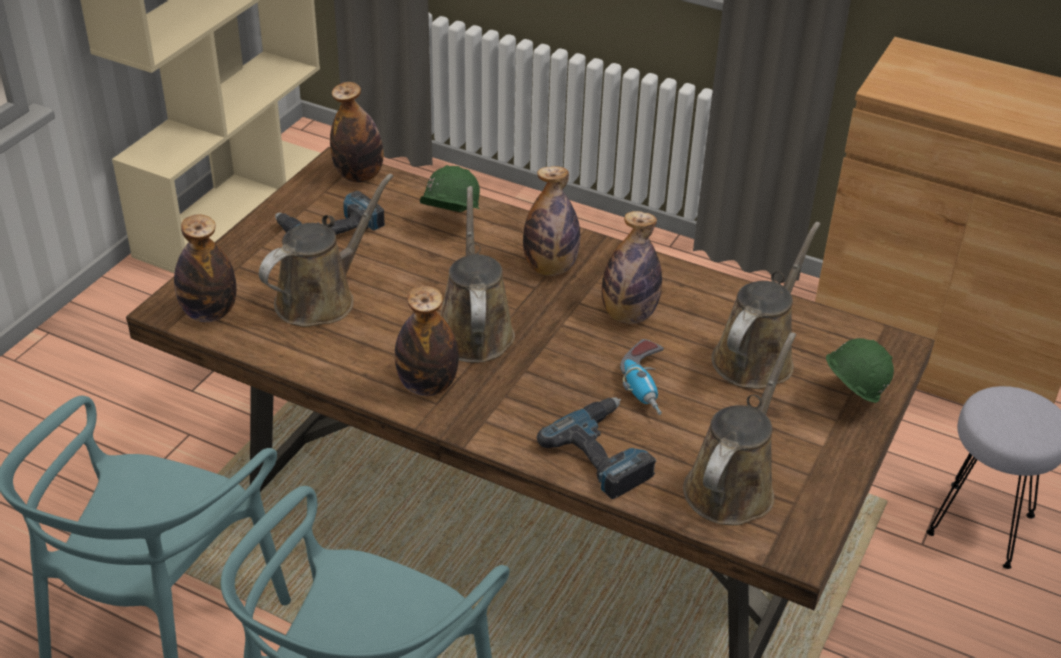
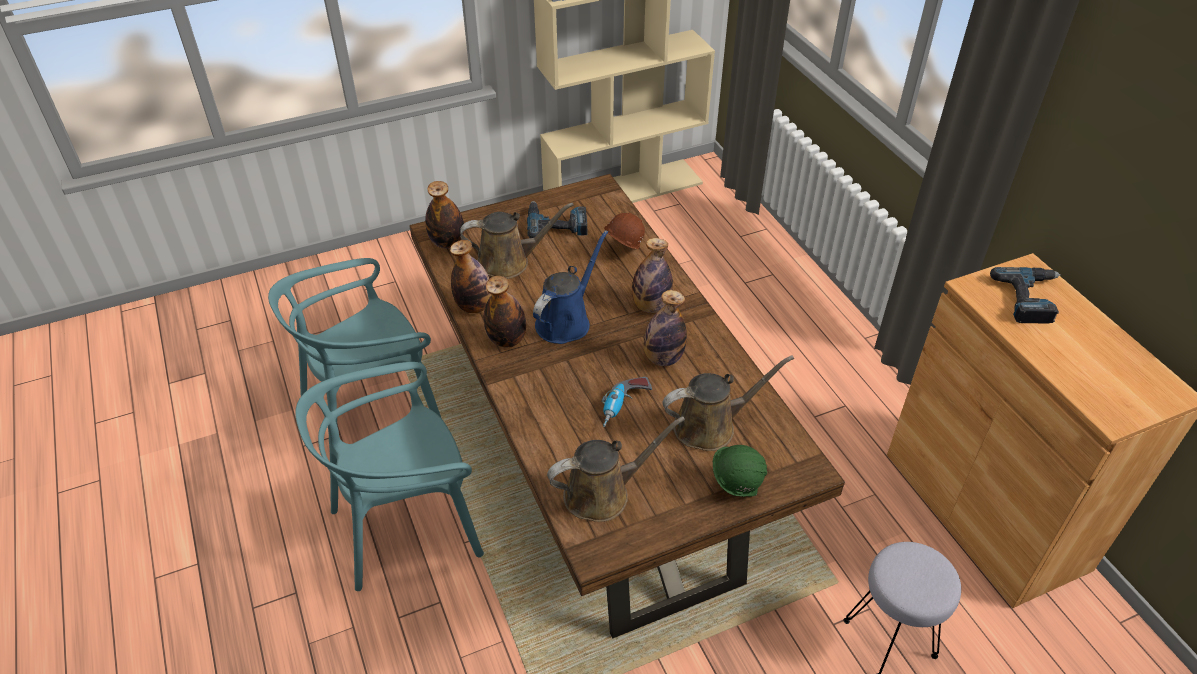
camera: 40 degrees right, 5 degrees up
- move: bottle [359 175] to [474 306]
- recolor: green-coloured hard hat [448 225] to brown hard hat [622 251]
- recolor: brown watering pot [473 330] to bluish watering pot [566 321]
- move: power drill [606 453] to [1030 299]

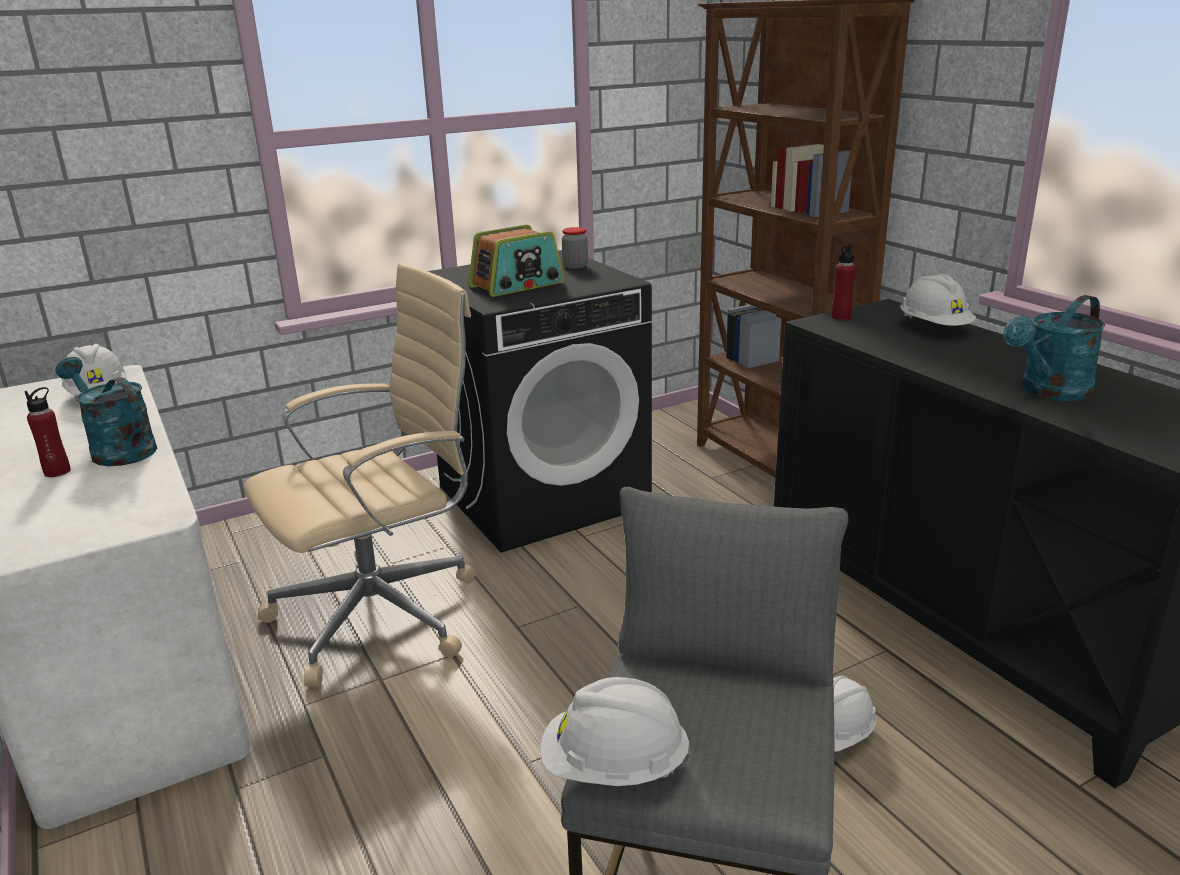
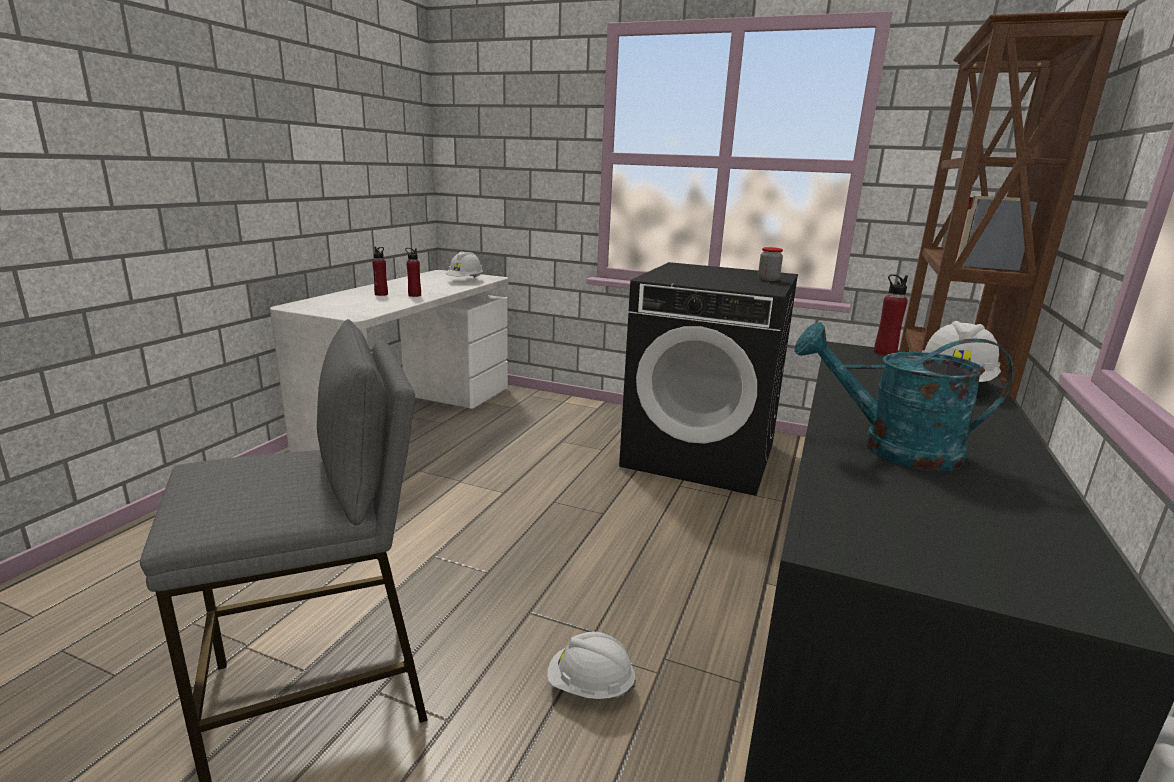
camera: 50 degrees right, 5 degrees down
- delete: radio [517 285]
- delete: beige desk chair [383 614]
- replace: turquoise watering pot [117 449] to reddish bottle [414 295]
- delete: white-coloured hard hat [614 767]

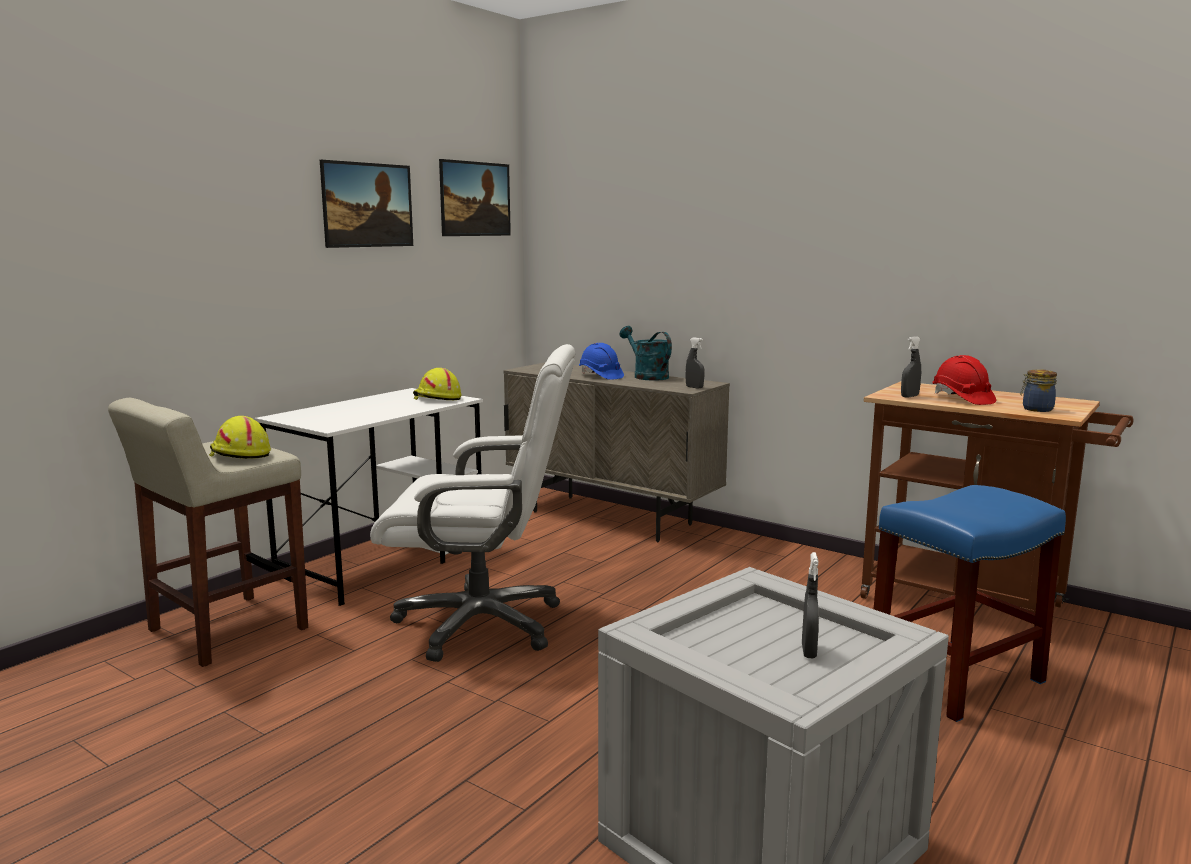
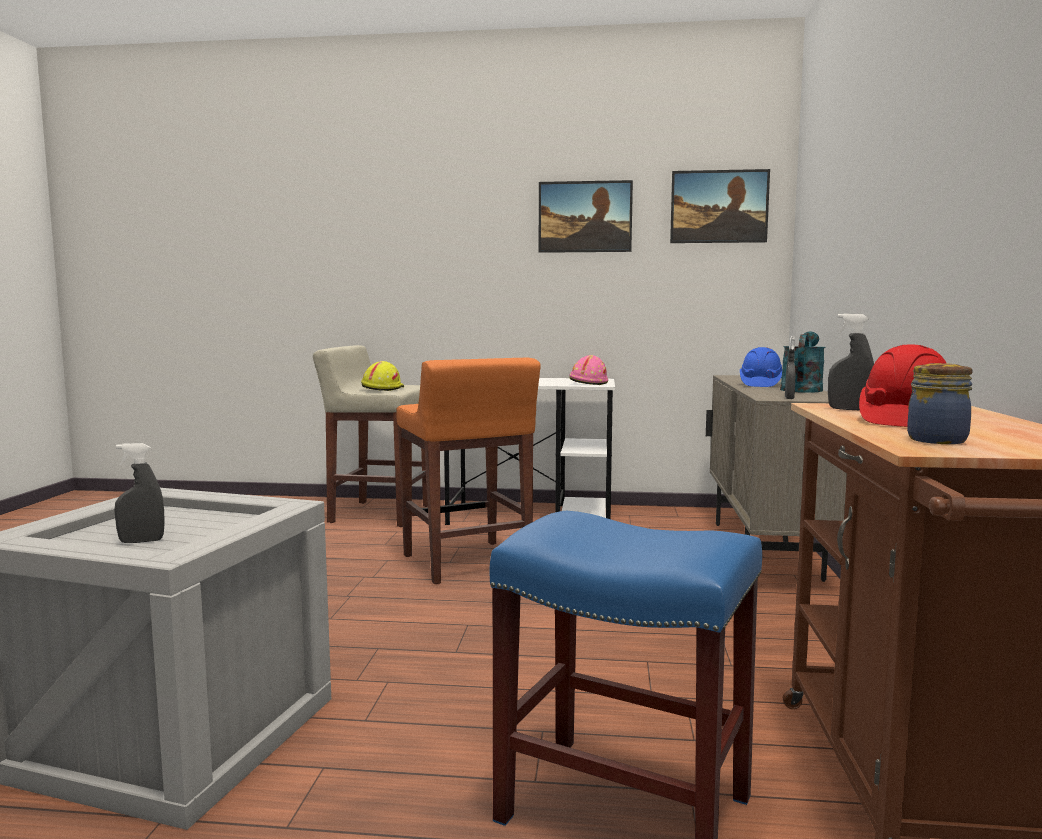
camera: 60 degrees right, 5 degrees down
- replace: white-coloured desk chair [482 624] to orange sitting stool [467 563]
- recolor: yellowish hard hat [436 398] to pink hard hat [588 383]

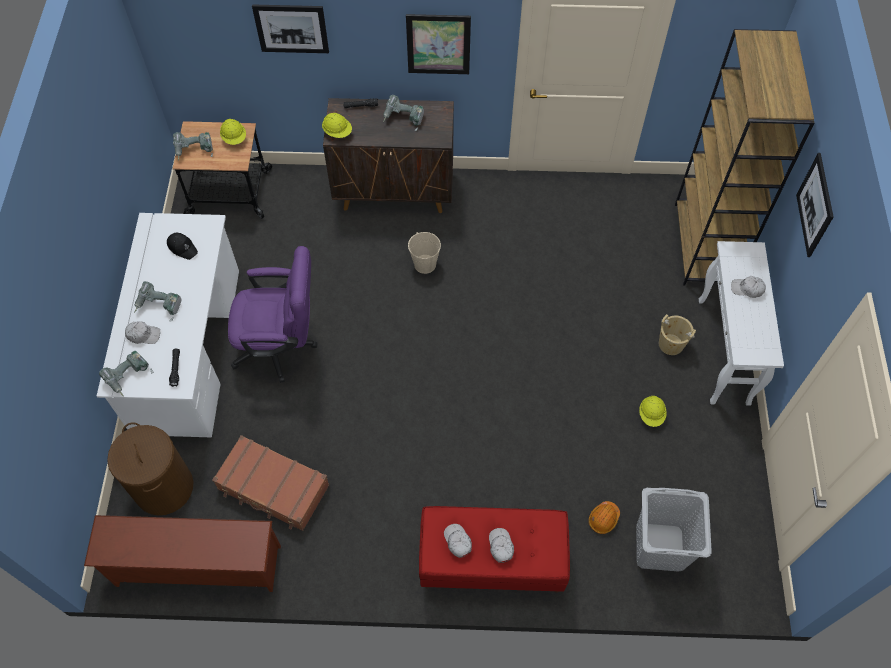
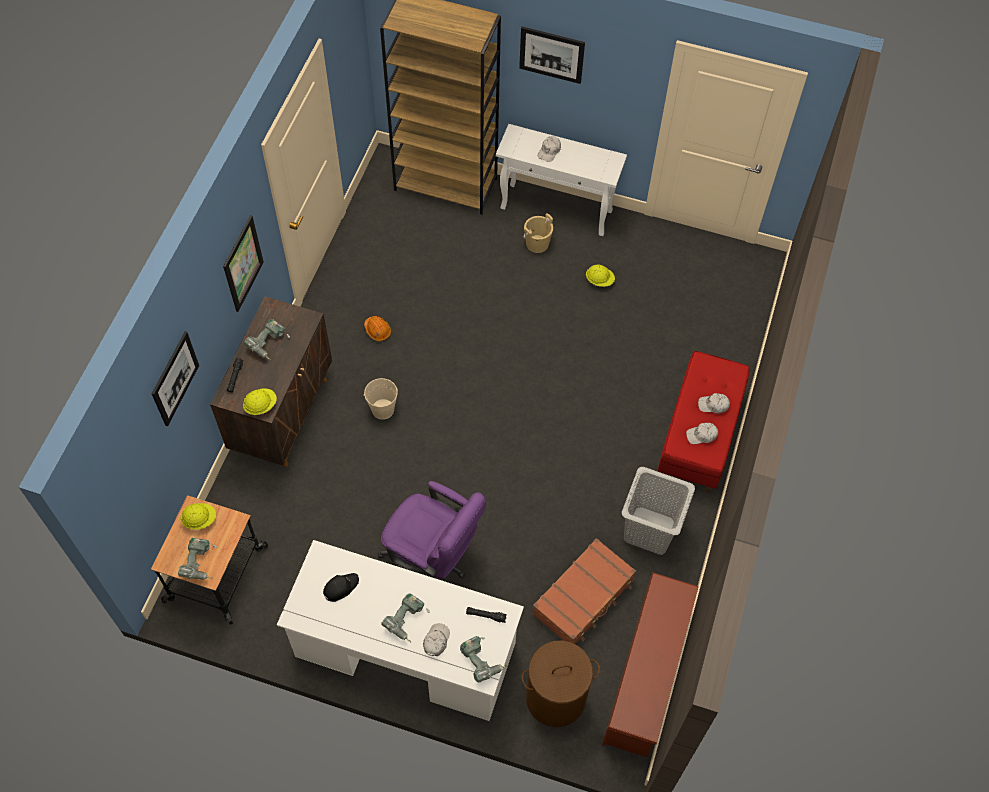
camera: 75 degrees left, 0 degrees up
- rotate: purple-coloured desk chair [281 346] = [432 559] 105 degrees clockwise
- move: greyish laundry basket [659 547] to [649 531]
- move: orange hard hat [603 519] to [377 330]

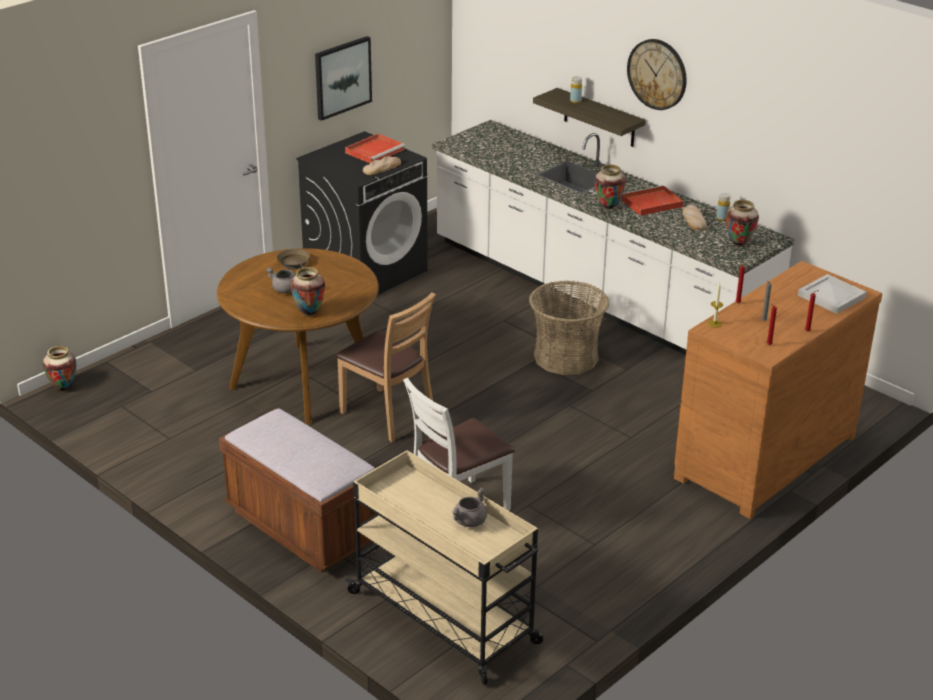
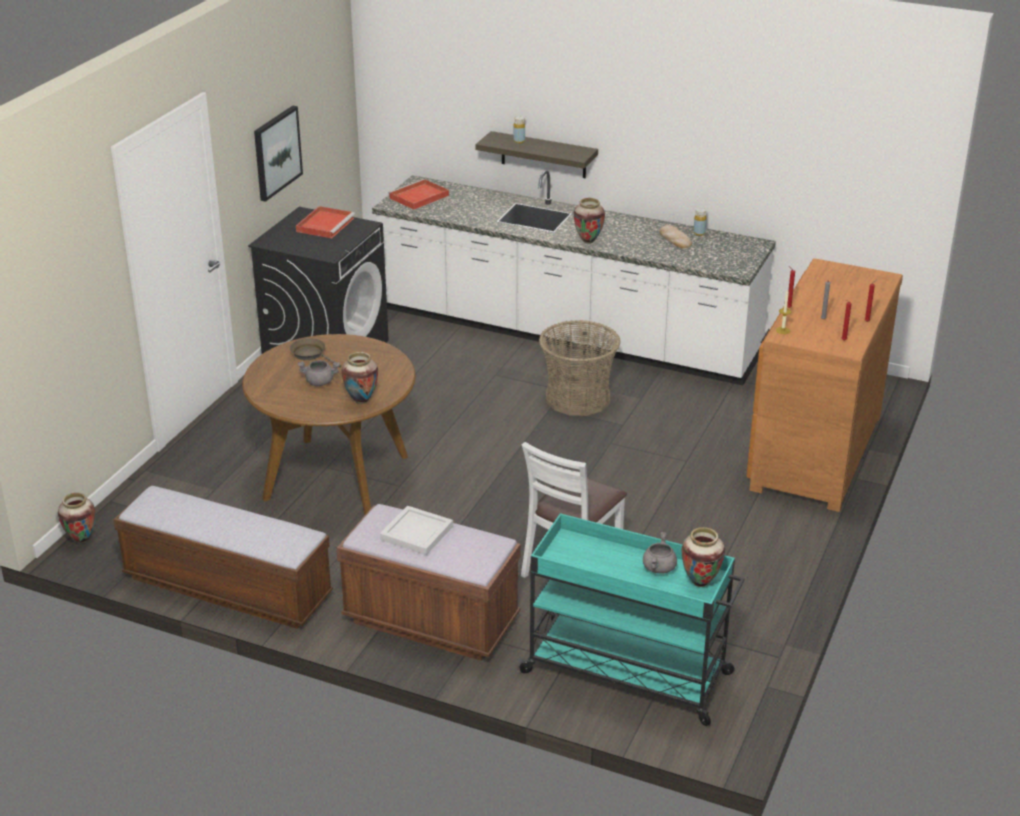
camera: 20 degrees left, 0 degrees up
- delete: wall clock [657 74]
- delete: baked bread [382 168]
- move: reddish serving tray [650 203] to [418 197]
- move: decorative vase [738 244] to [700 582]
- move: white-coloured serving tray [830 296] to [415 533]
- delete: brown upright chair [387 415]
- recolor: beige wheeled cart [445 618] to turquoise wheeled cart [629 673]
- insert: bench [227 587]

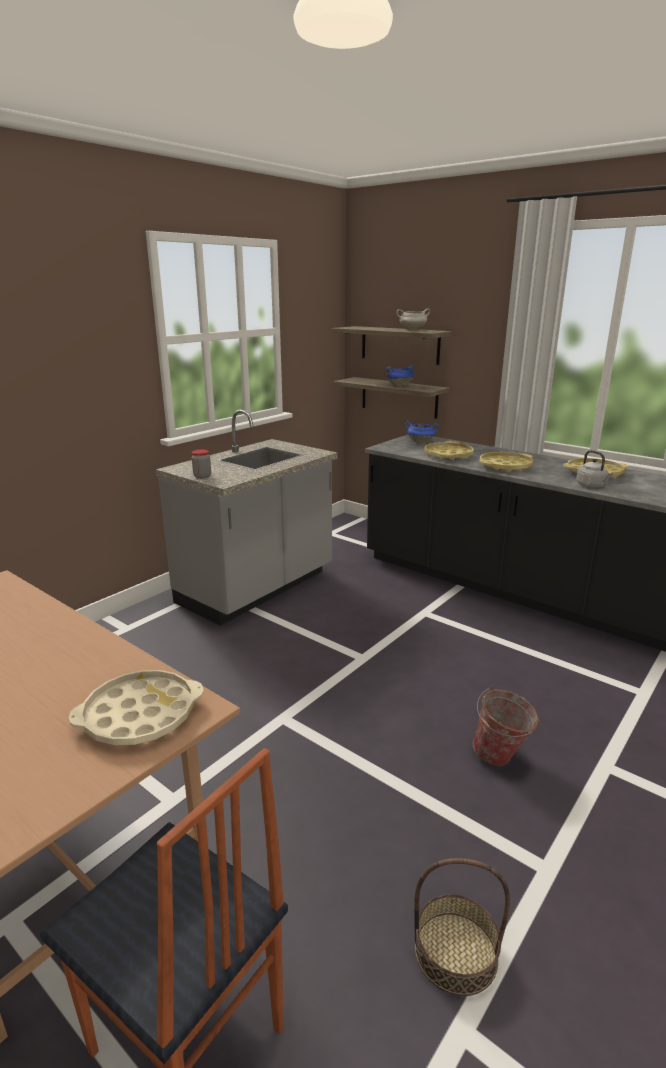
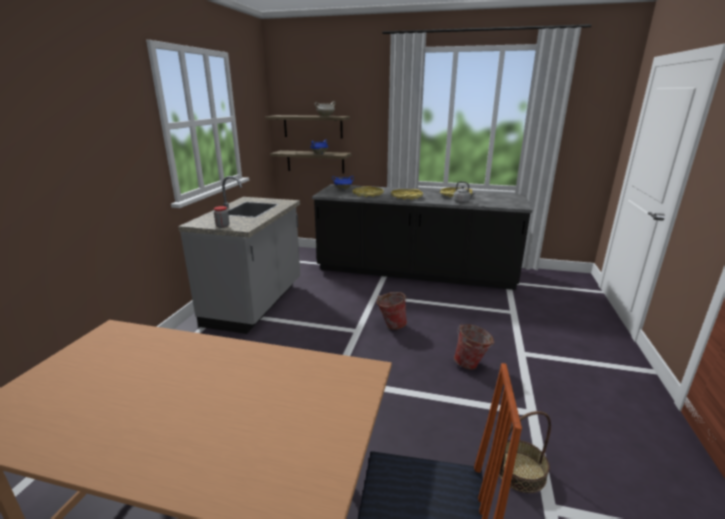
camera: 25 degrees left, 0 degrees up
- delete: beige serving tray [140 715]
- insert: pail [391 325]

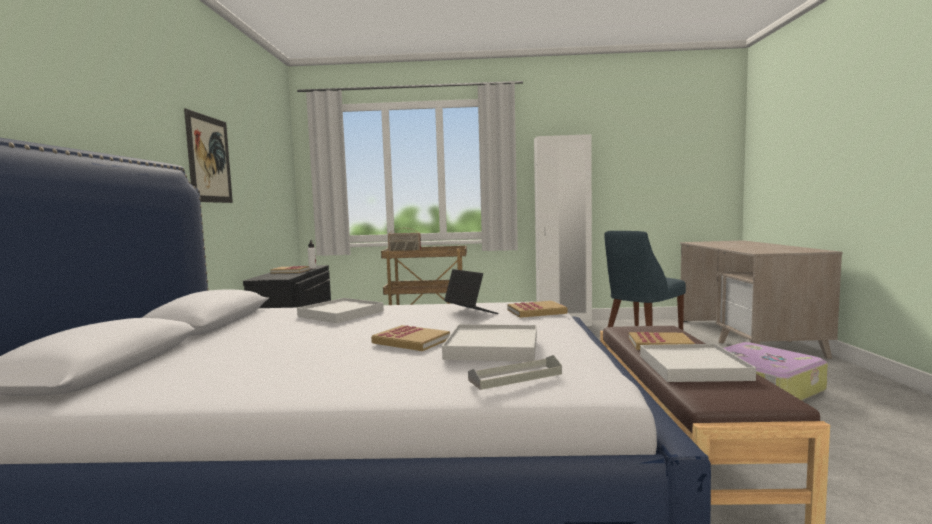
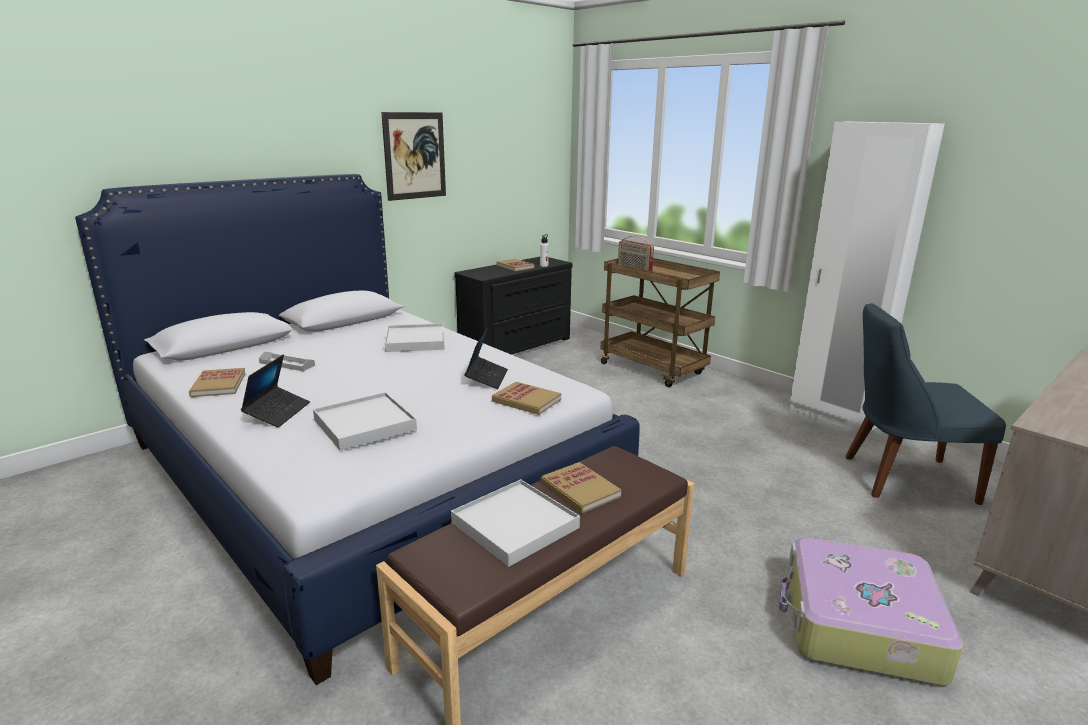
camera: 45 degrees right, 15 degrees up
- move: bound book [411 341] to [218 385]
- move: greyish serving tray [515 377] to [287 364]
- insert: notebook computer [277 412]

